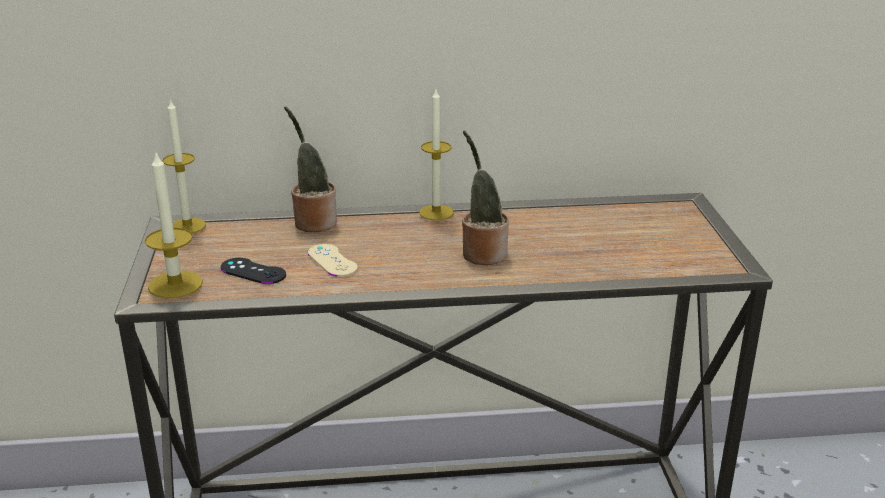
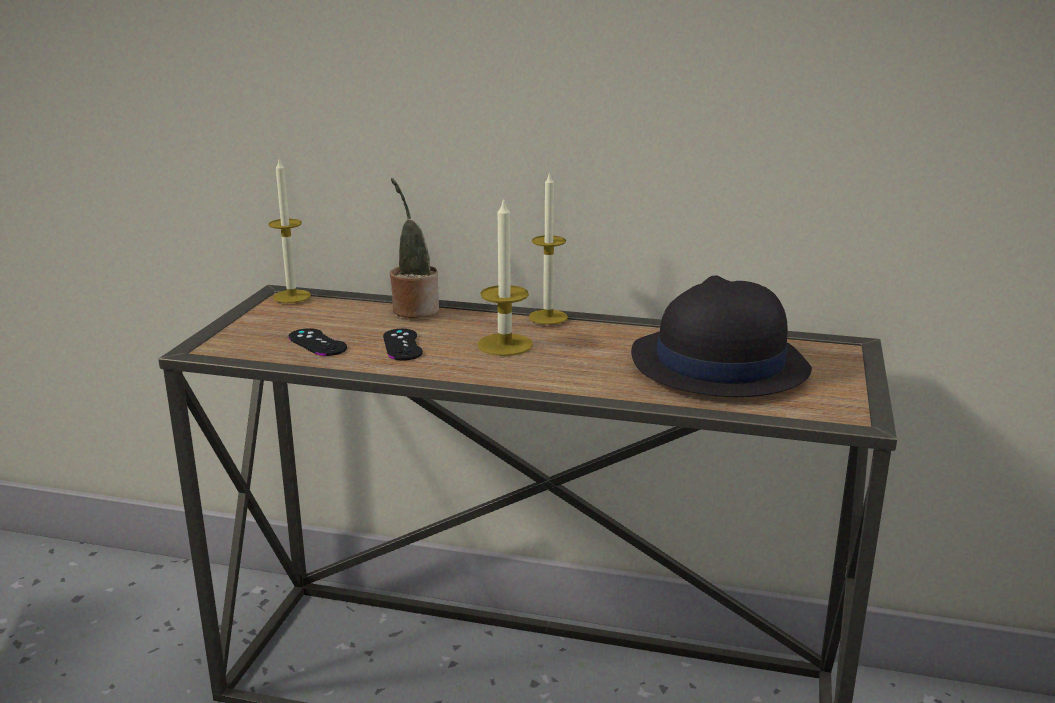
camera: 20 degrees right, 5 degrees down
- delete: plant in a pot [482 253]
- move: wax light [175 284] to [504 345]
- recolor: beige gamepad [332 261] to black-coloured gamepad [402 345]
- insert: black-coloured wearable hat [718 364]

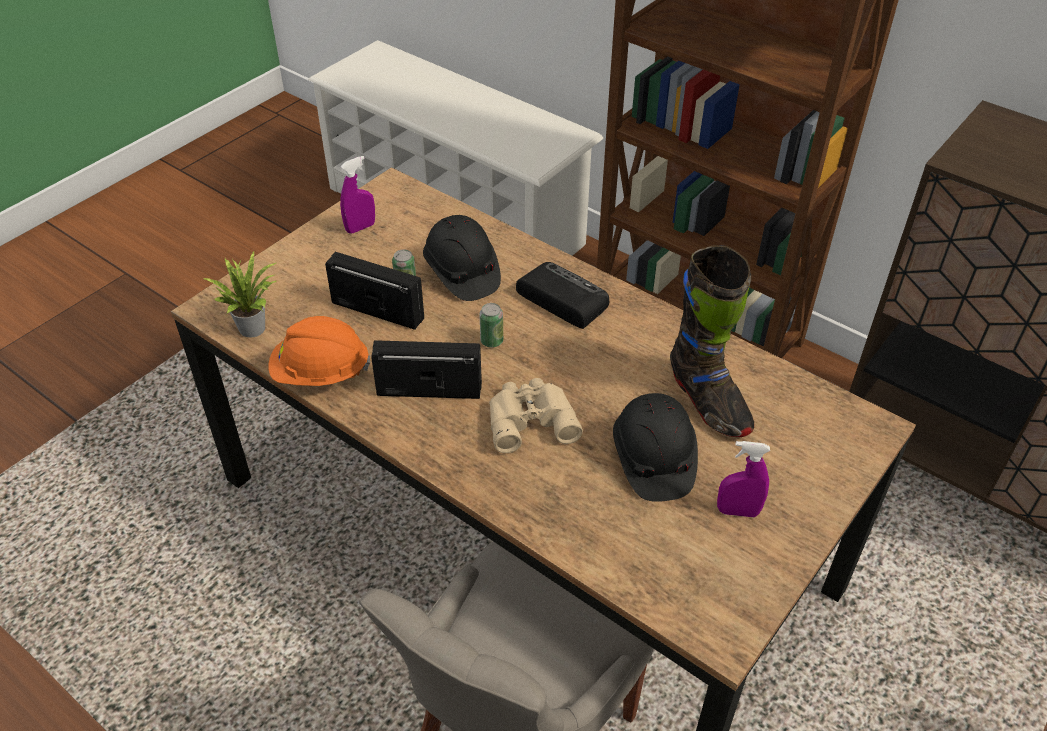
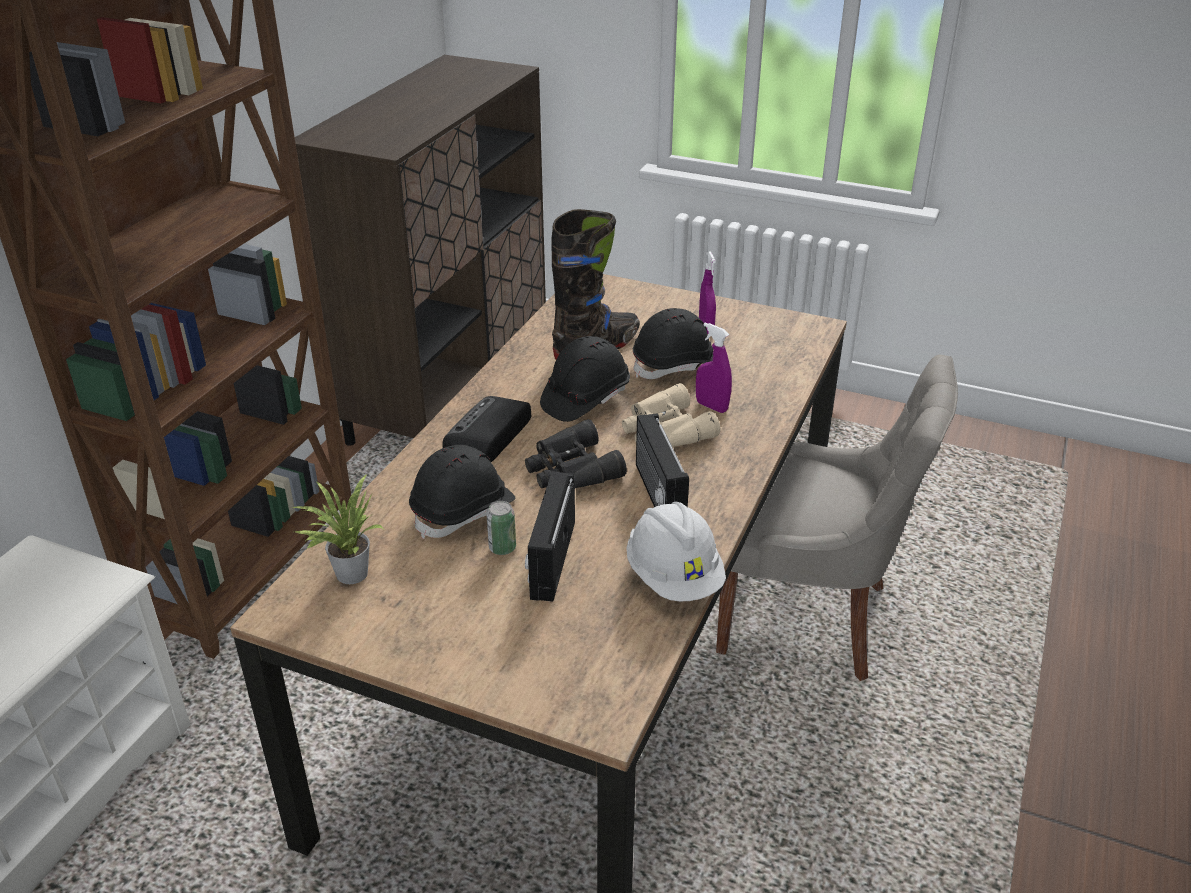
camera: 105 degrees left, 10 degrees down
- move: purple-coloured sprayer [360 228] to [711 406]
- move: plant in a pot [254 326] to [347 573]
- replace: metal can [491 341] to black-coloured binoculars [570 469]
- recolor: orange hard hat [320 373] to white-coloured hard hat [674 577]
- insert: black-coloured hard hat [585 398]

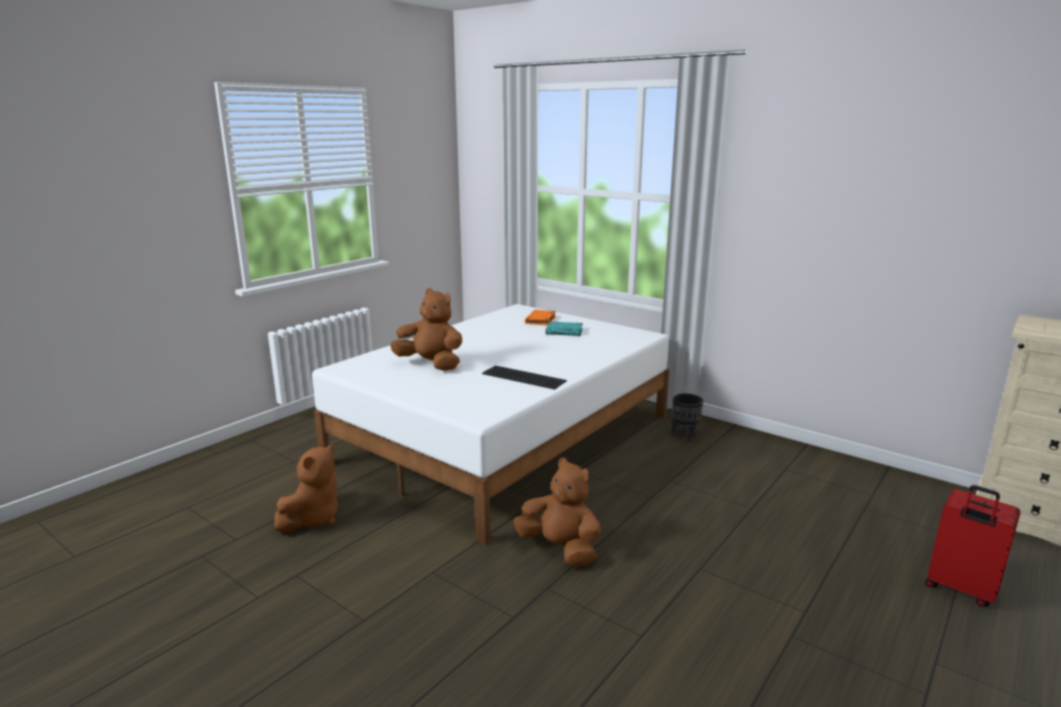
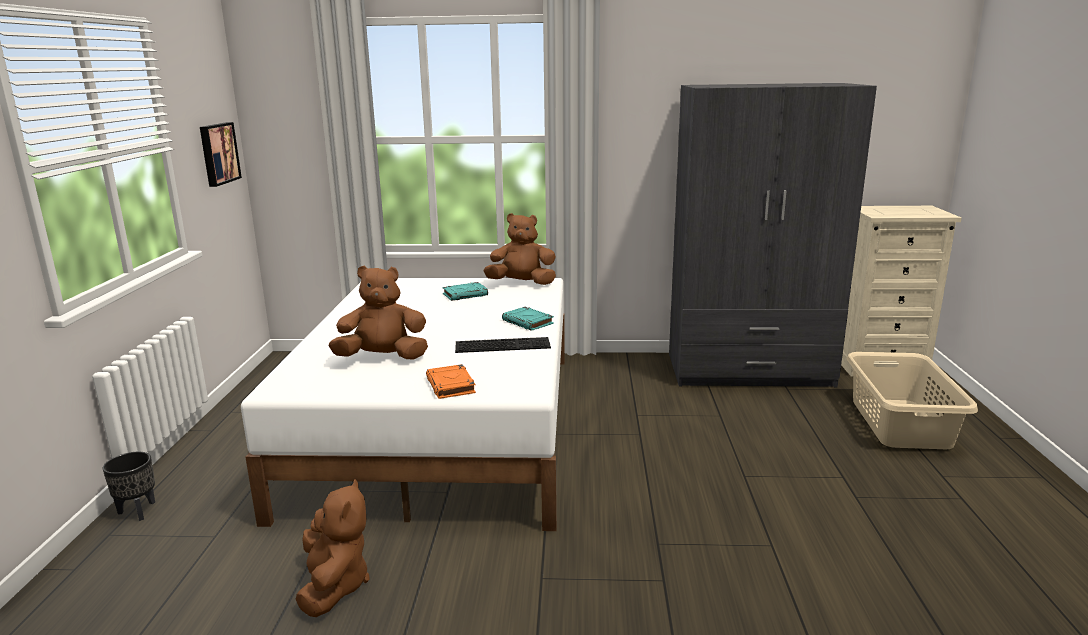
camera: 35 degrees left, 0 degrees up
- move: orange bound book [540 320] to [451 386]
- move: black-coloured planter [684 435] to [138 512]
- move: brown soft toy [560 549] to [522 283]
- replace: reddish piece of luggage [960 589] to beige laundry basket [899 423]
- insert: greyish wardrobe [749 370]
- insert: picture [218 153]
- insert: turquoise bound book [528 322]

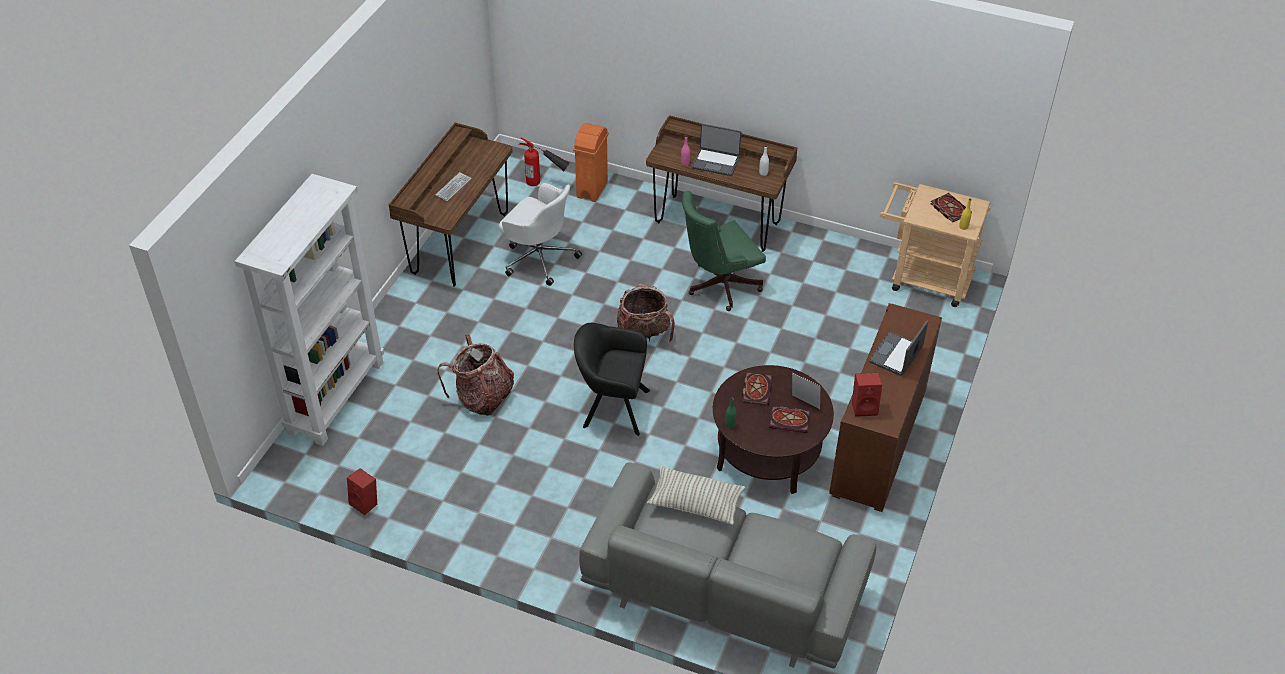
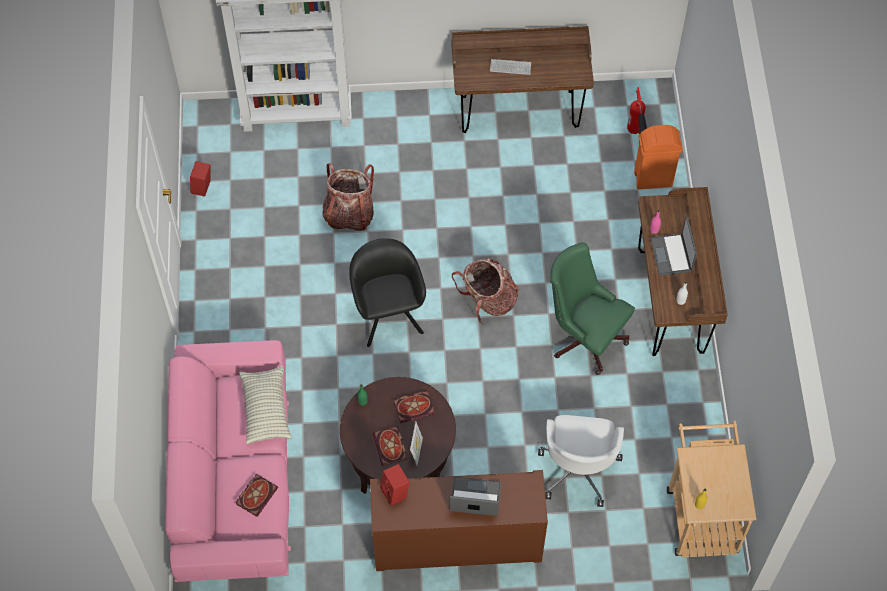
camera: 65 degrees right, 15 degrees up
- move: white-coloured desk chair [539 257] to [578 468]
- move: bound book [949 208] to [256 494]
- recolor: greyish settee [723 590] to pink settee [234 476]

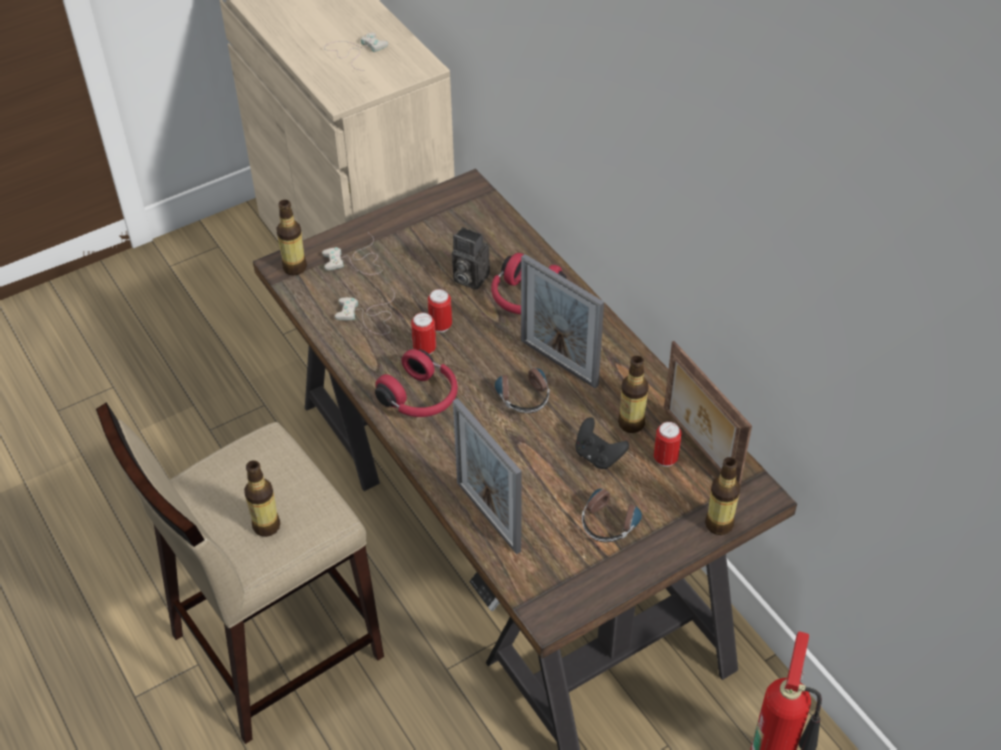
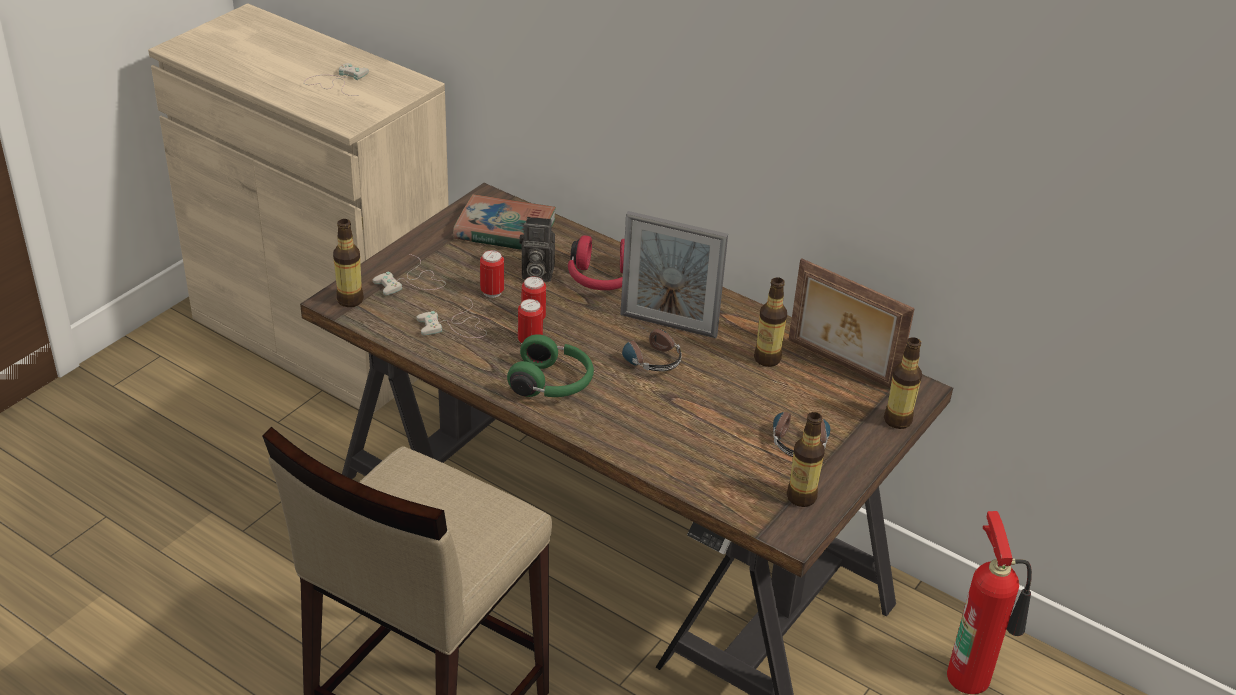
camera: 25 degrees left, 10 degrees down
- recolor: reddish pair of headphones [421 398] to green-coloured pair of headphones [552 384]
- delete: picture frame [488 516]
- delete: black-coloured gamepad [598 456]
- move: metal can [665 459] to [492 292]
- move: bottle [266 526] to [801 497]
- insert: bound book [505 230]

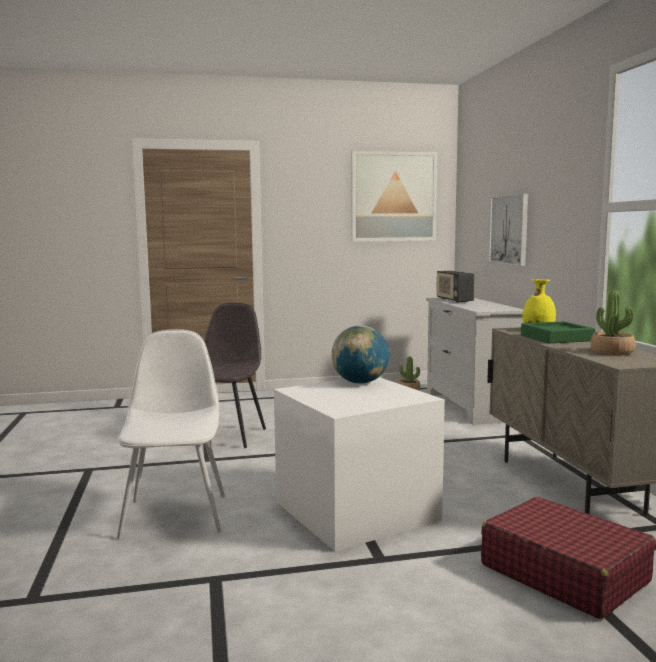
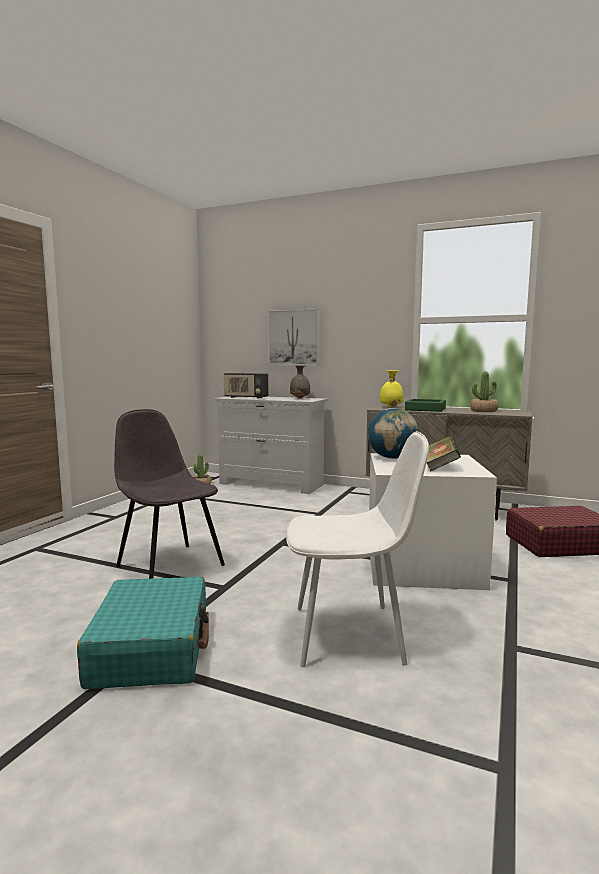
camera: 55 degrees left, 0 degrees up
- delete: picture [393 197]
- rotate: white-coloured upright chair [175 514] = [351 634] 150 degrees clockwise
- insert: greyish decorative vase [300 398]
- insert: bound book [440 467]
- insert: turquoise piece of luggage [152 648]

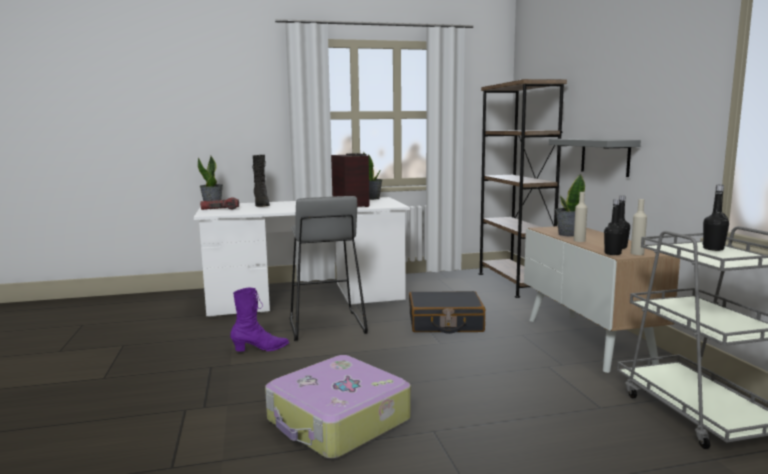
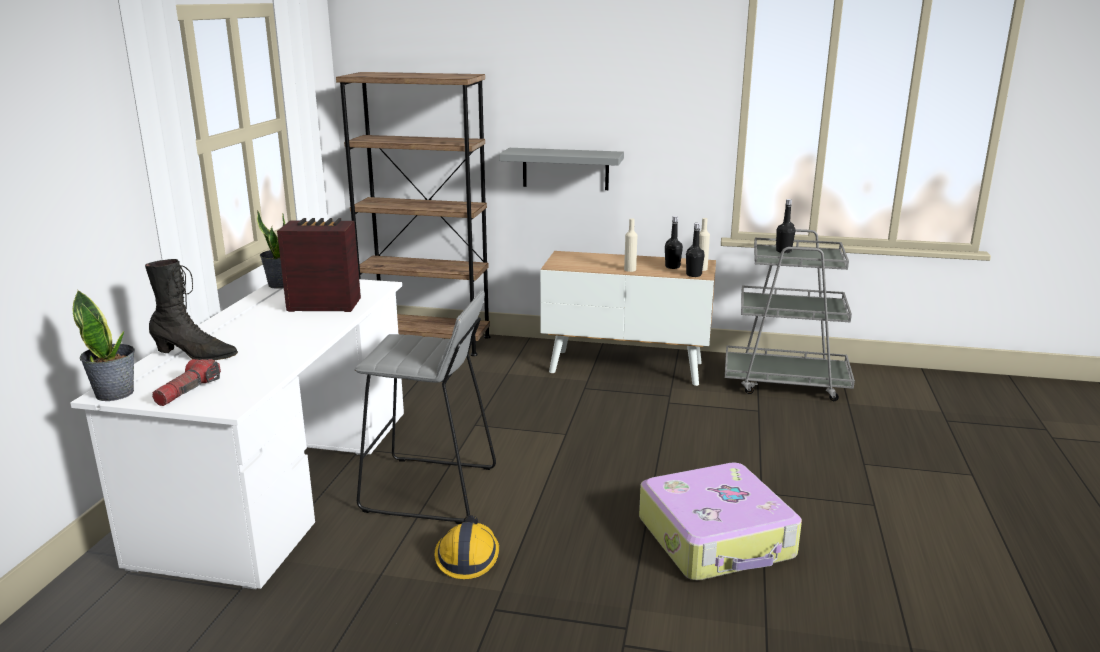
camera: 65 degrees left, 10 degrees up
- delete: plant in a pot [568 234]
- replace: purple-coloured boot [261 349] to hard hat [467 556]
- delete: black-coloured piece of luggage [445 323]

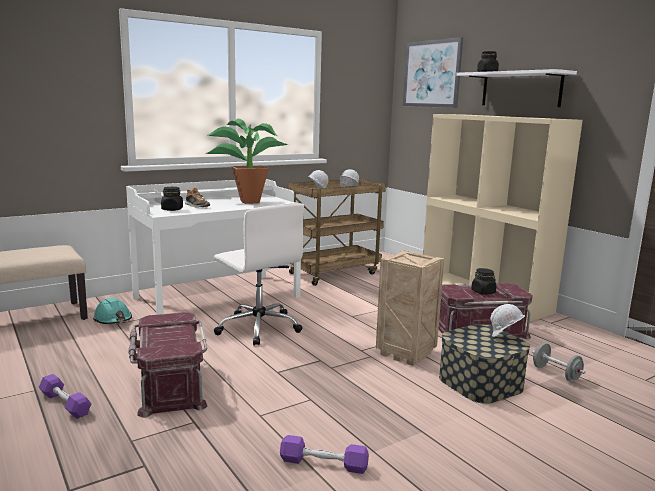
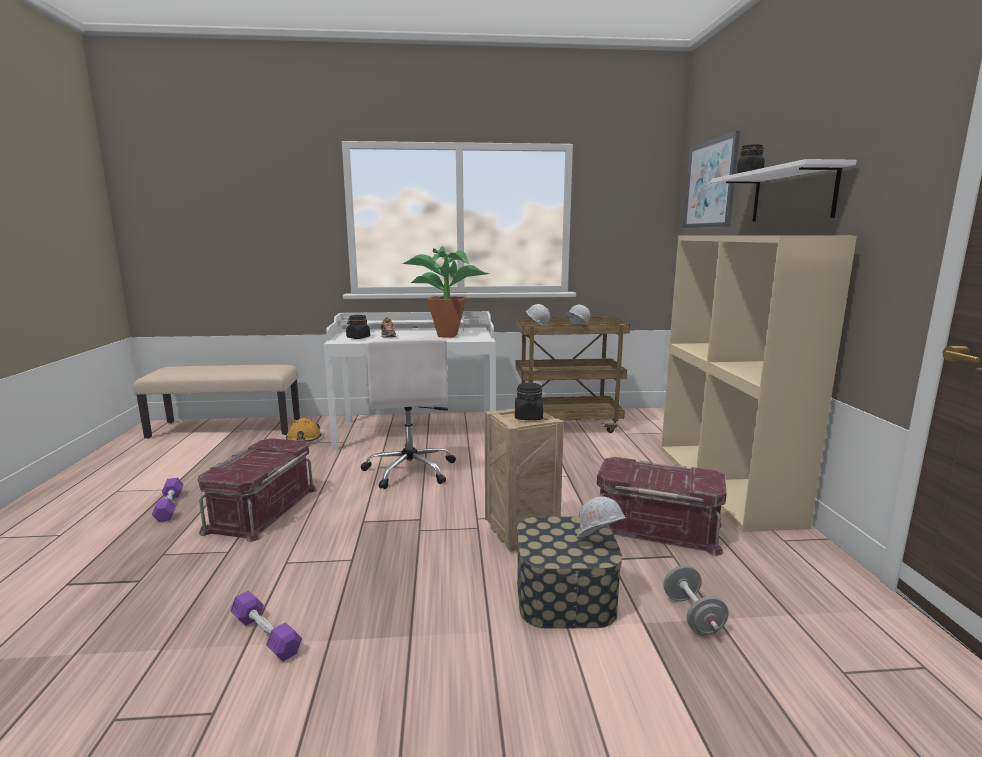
camera: 30 degrees right, 0 degrees up
- move: black-coloured jar [483 292] to [529 417]
- recolor: turquoise hard hat [113 320] to orange hard hat [304 439]

